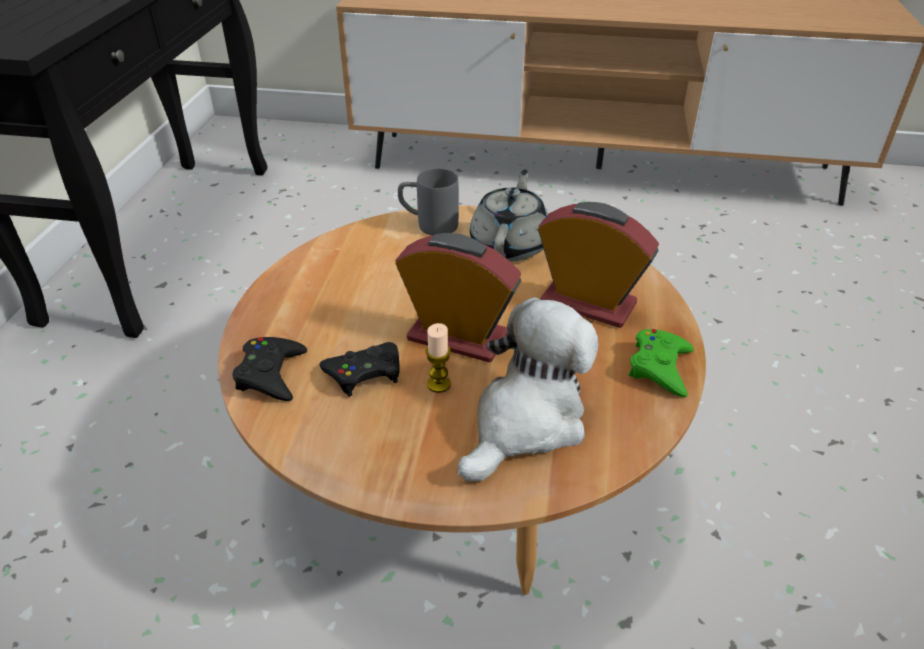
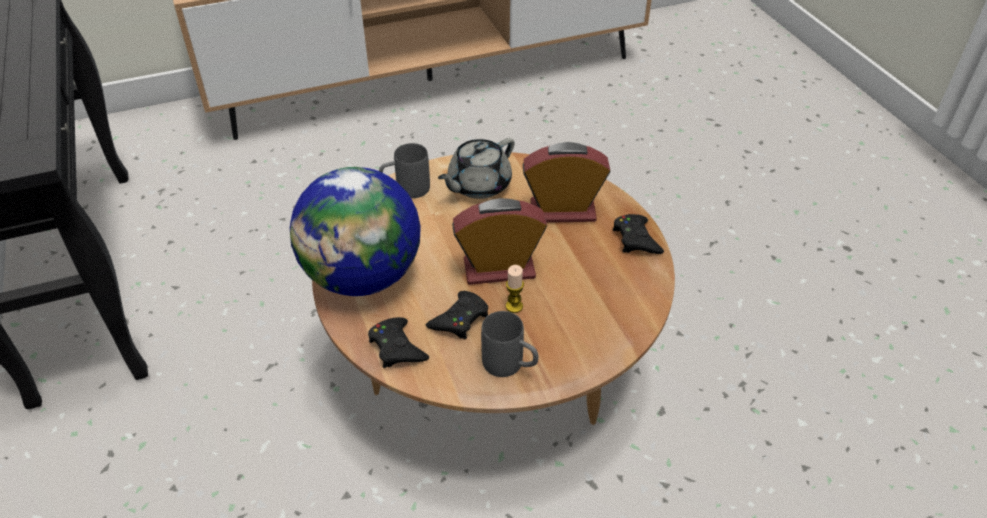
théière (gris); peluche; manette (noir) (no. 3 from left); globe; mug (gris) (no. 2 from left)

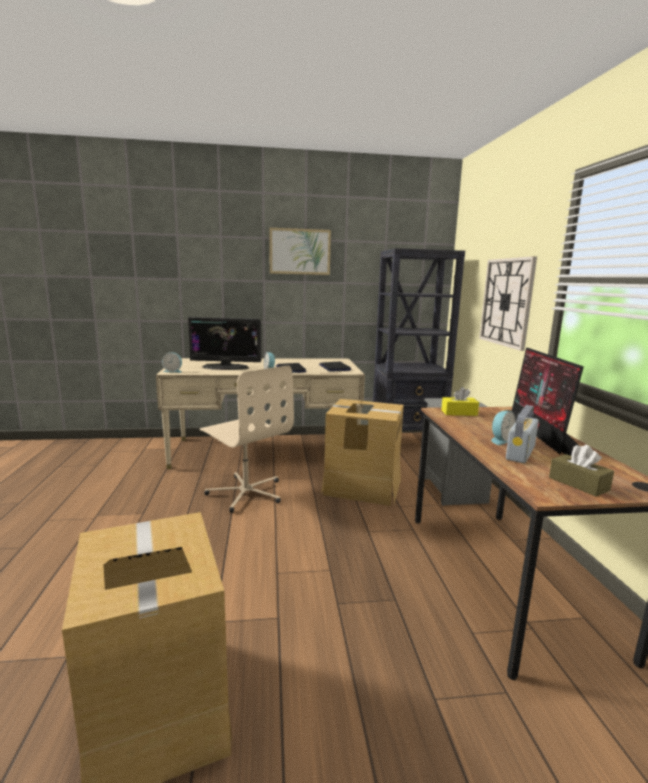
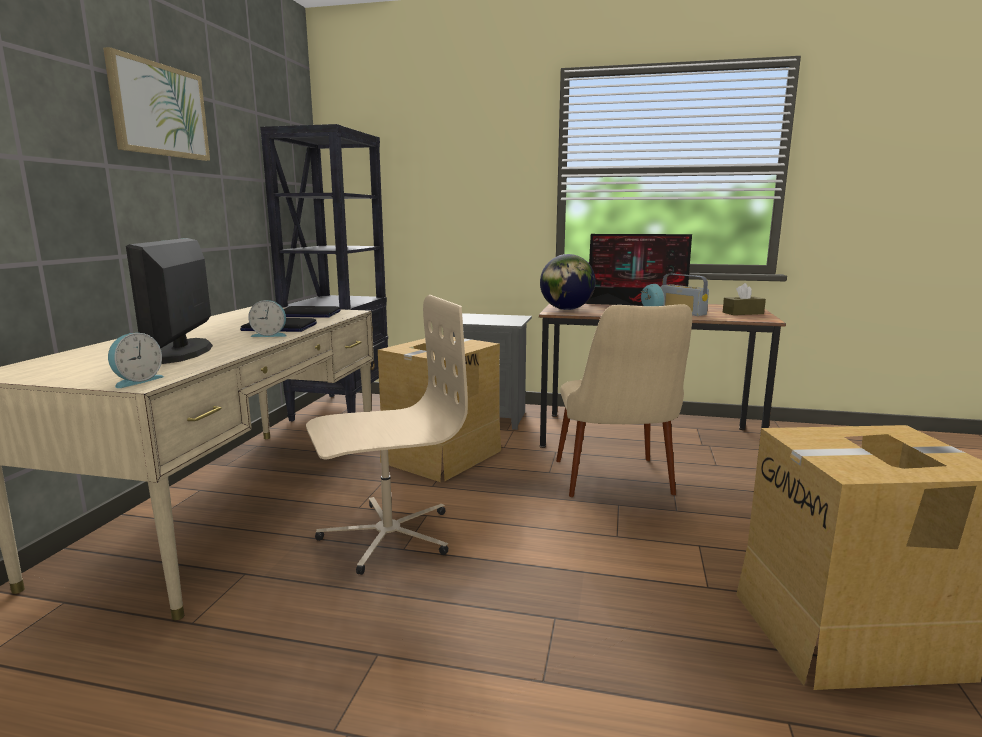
horloge murale; écran d'ordinateur (no. 1 from left); globe; chaise (beige)

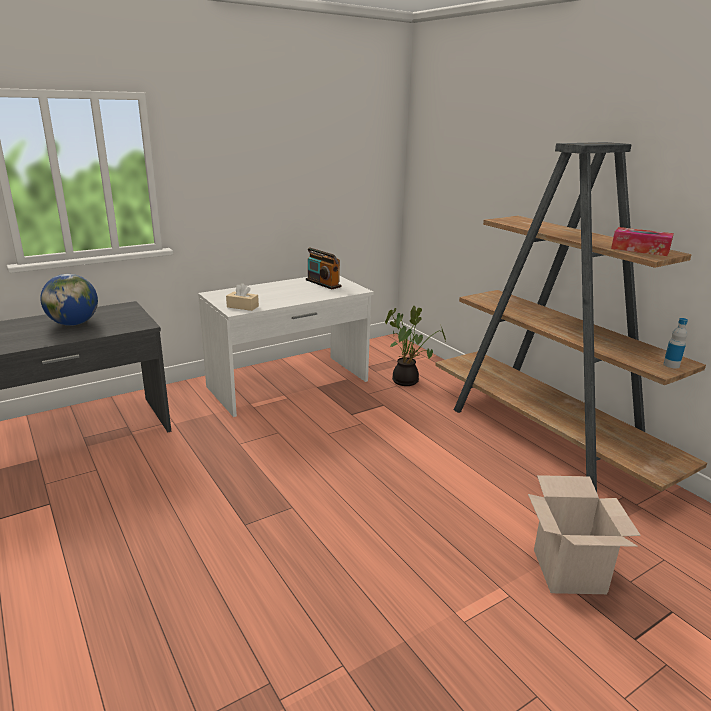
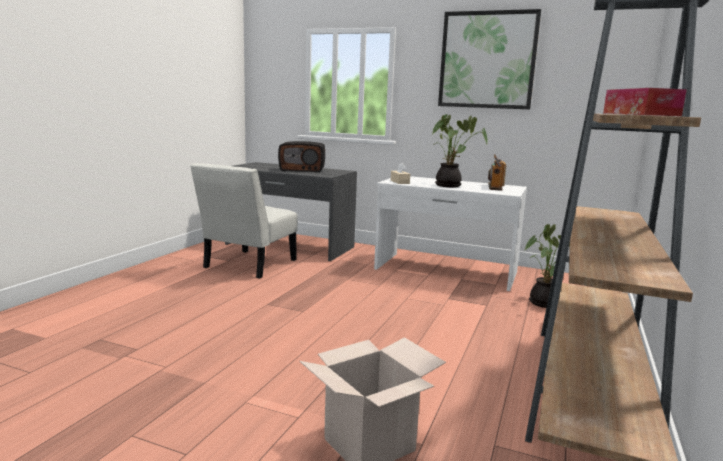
radio (no. 1 from left); bouteille; tableau; plante en pot (no. 1 from left); chaise (blanc)

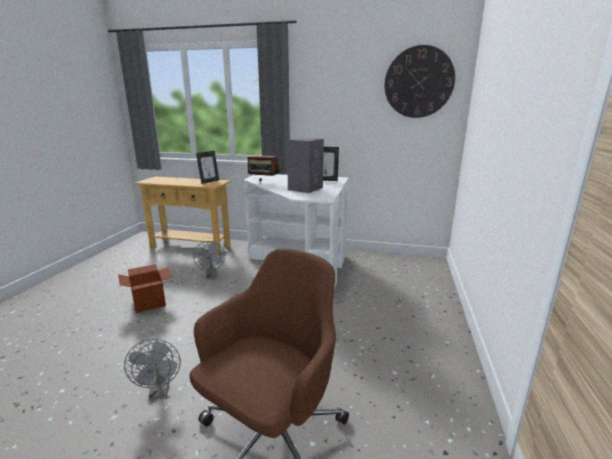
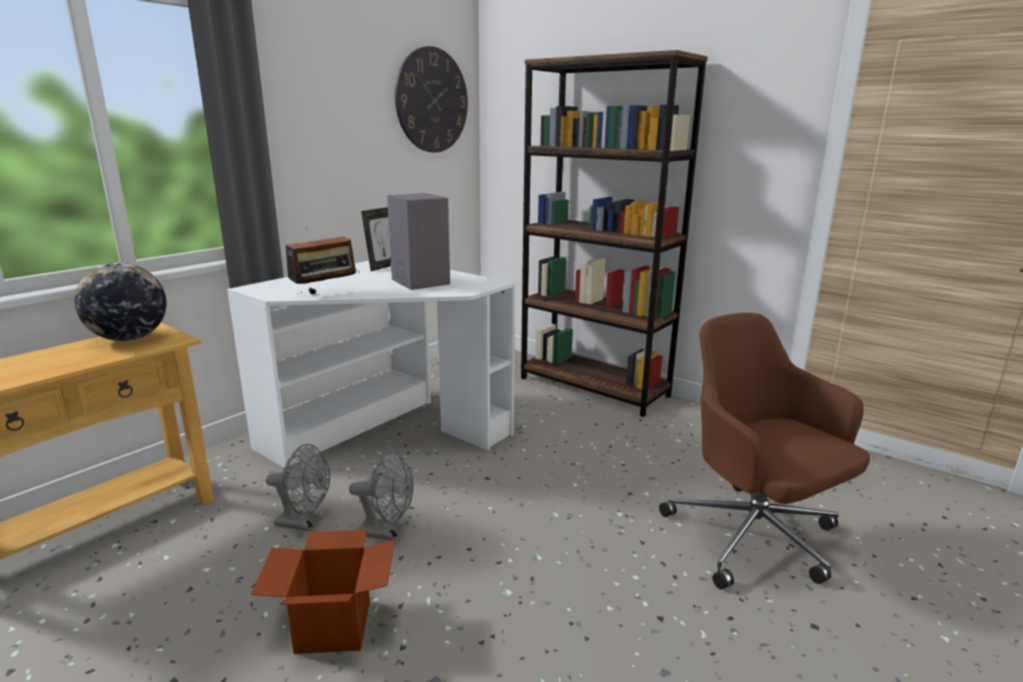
globe; ventilateur (gris) (no. 2 from left); bibliothèque (marron)

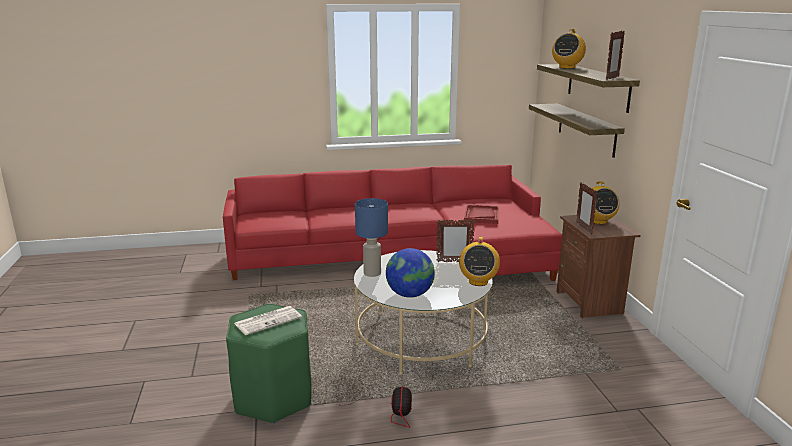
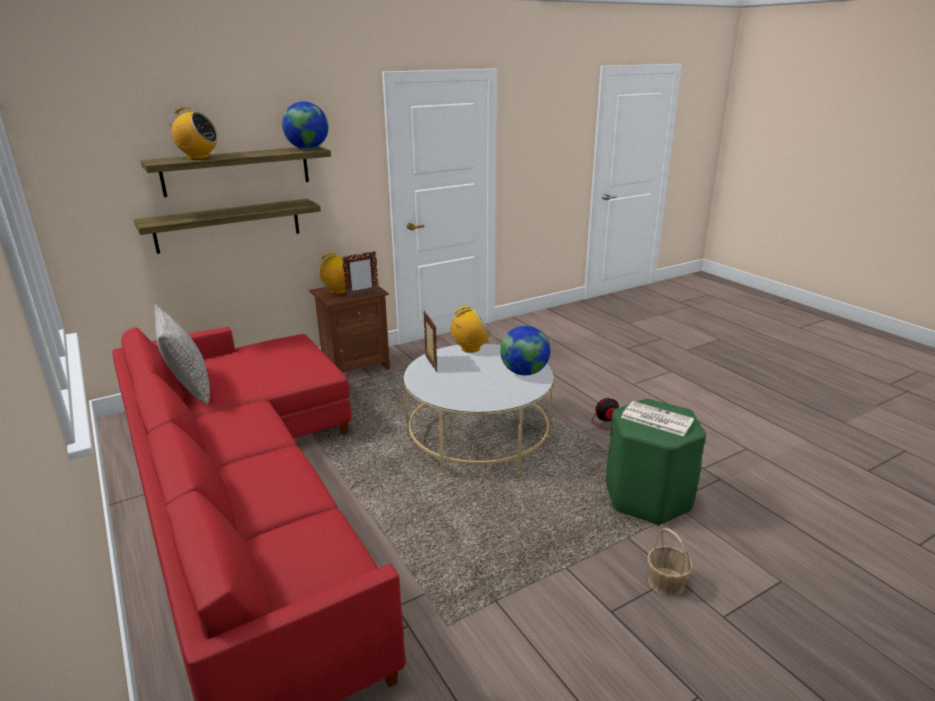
globe (no. 1 from left); lampe de table (bleu); plateau (rouge); coussin (gris); panier

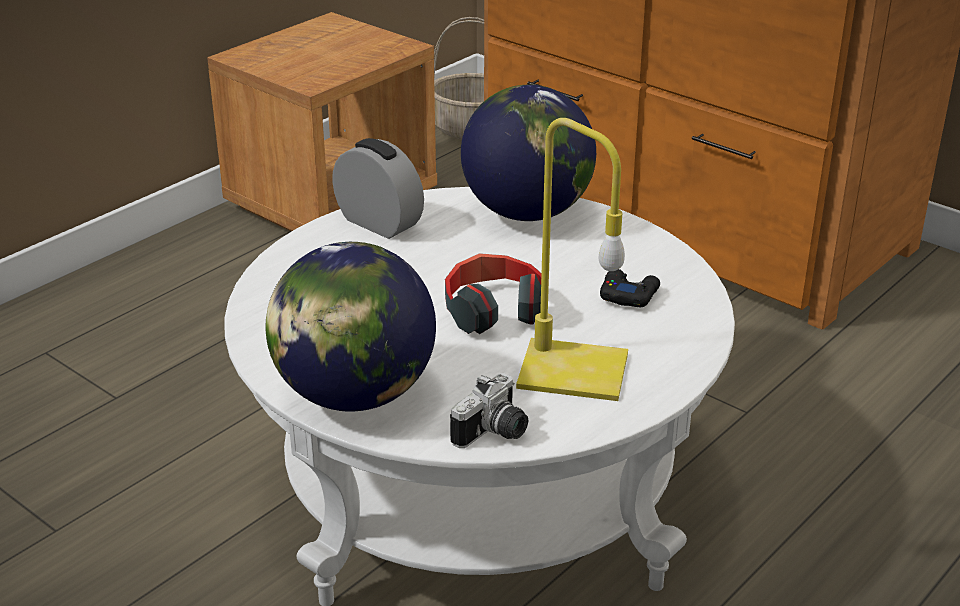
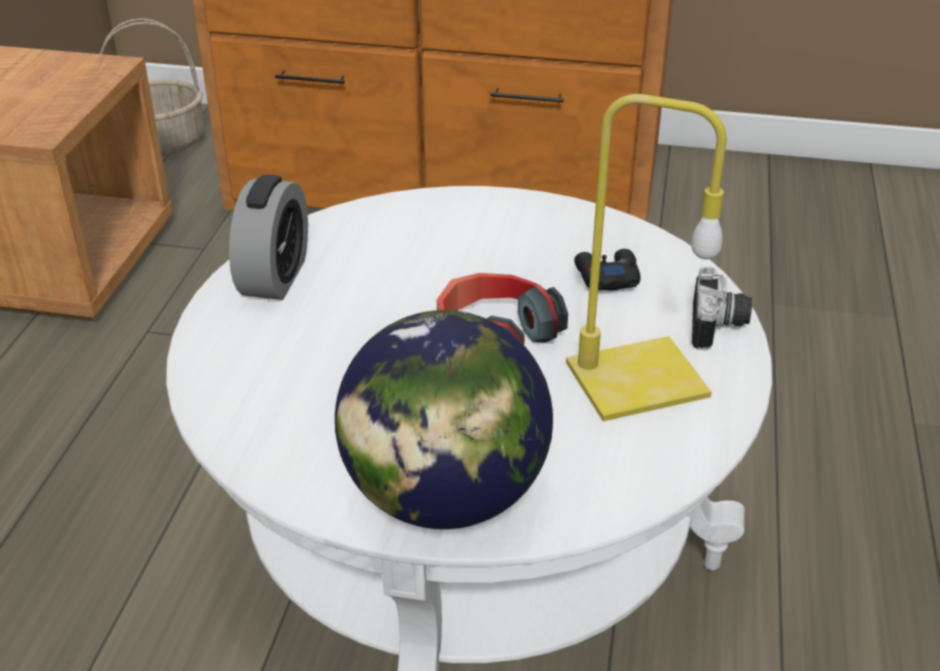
globe (no. 2 from left in the first image); réveil; appareil photo

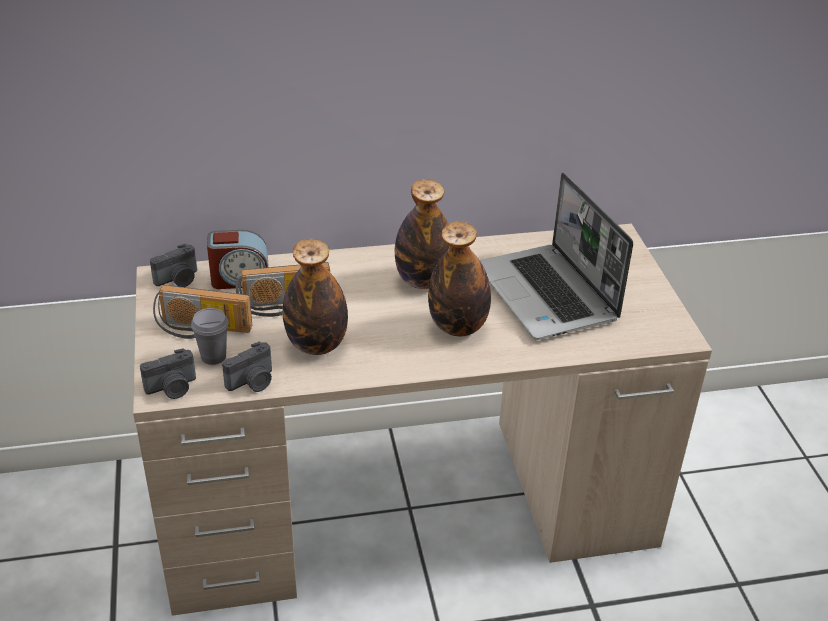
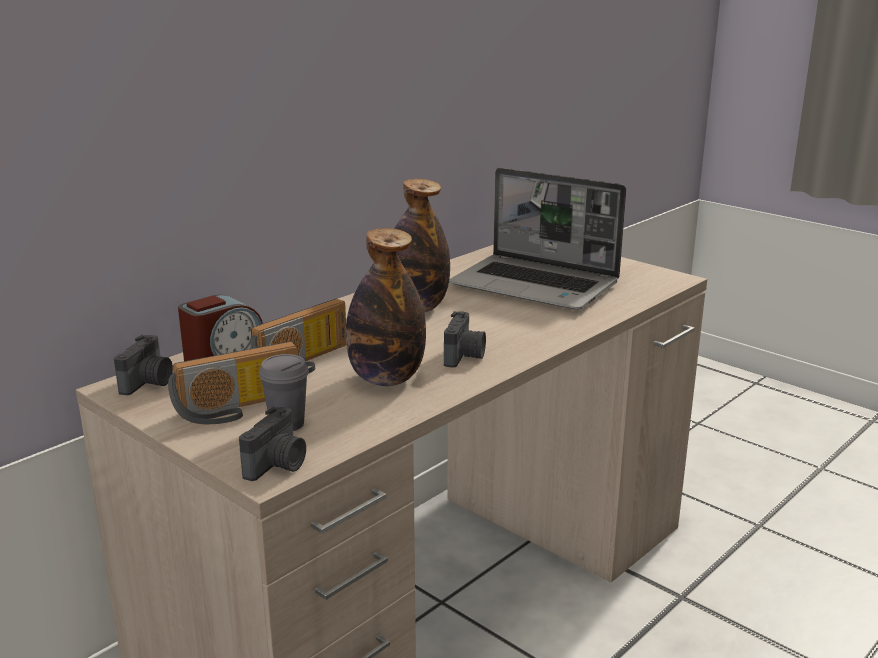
bouteille (no. 3 from left in the first image); appareil photo (no. 3 from left)

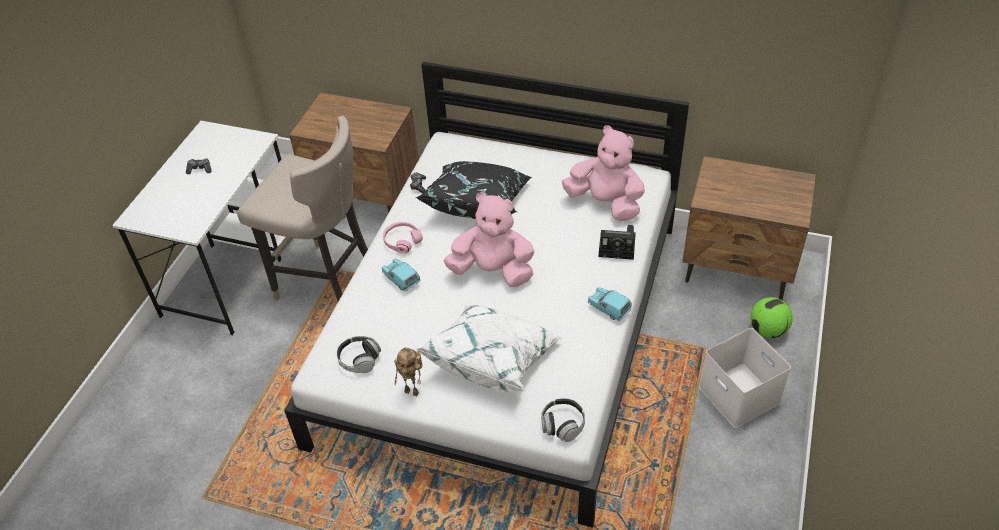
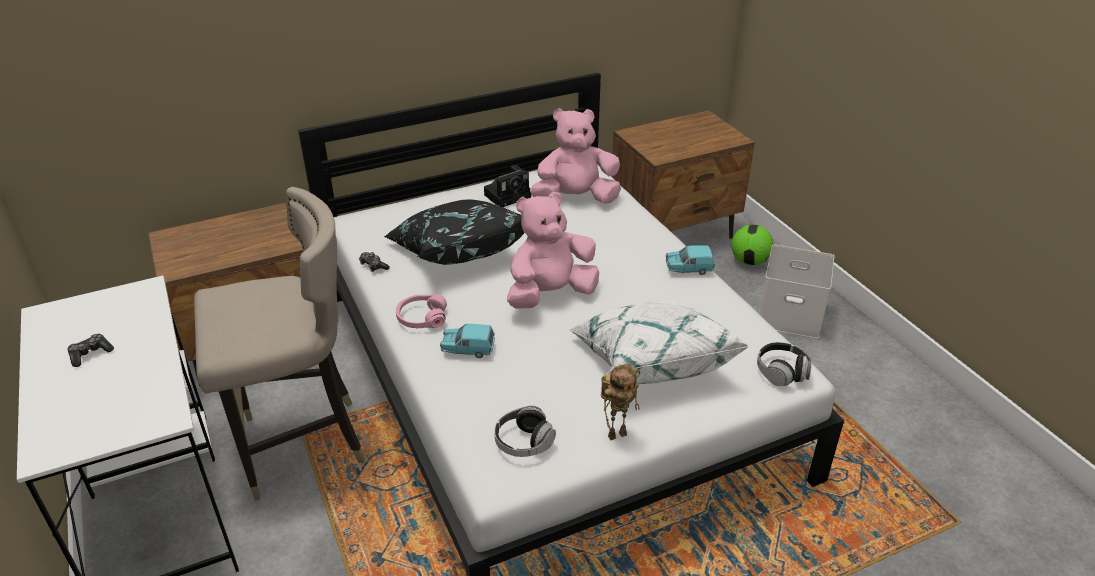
appareil photo

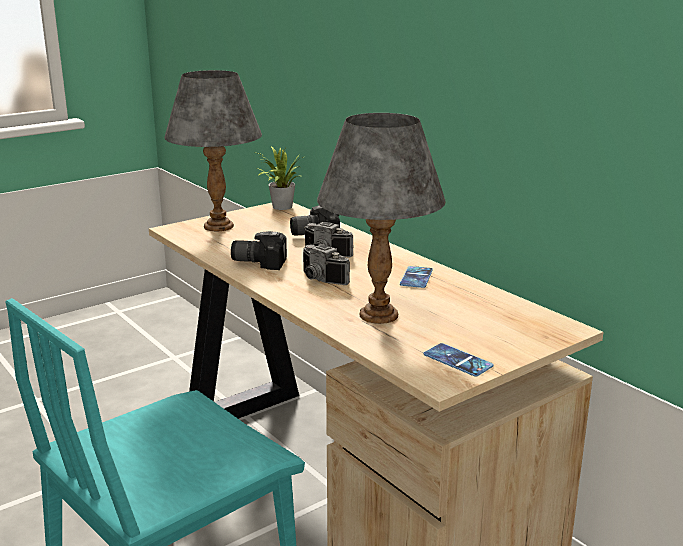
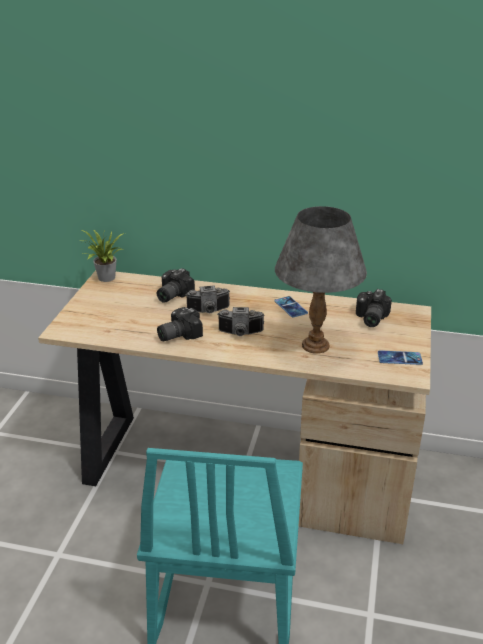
lampe de table (gris) (no. 1 from left in the first image); appareil photo (no. 5 from left)

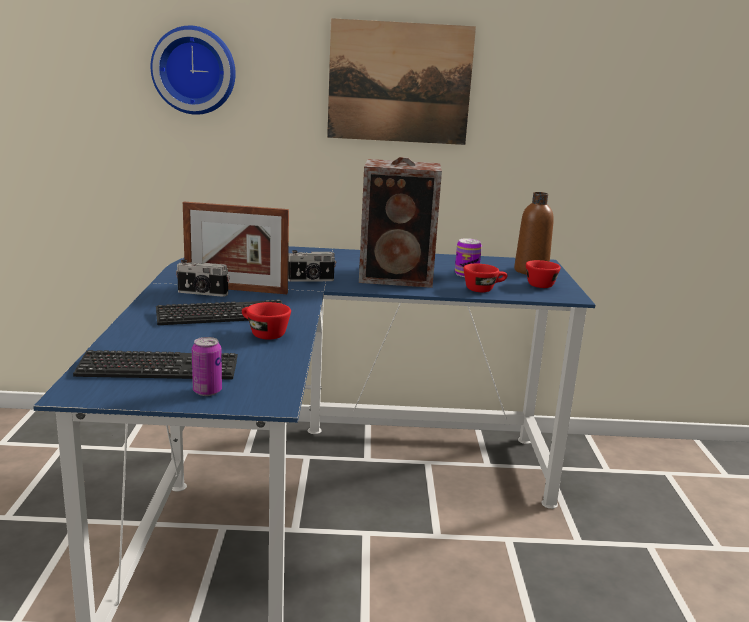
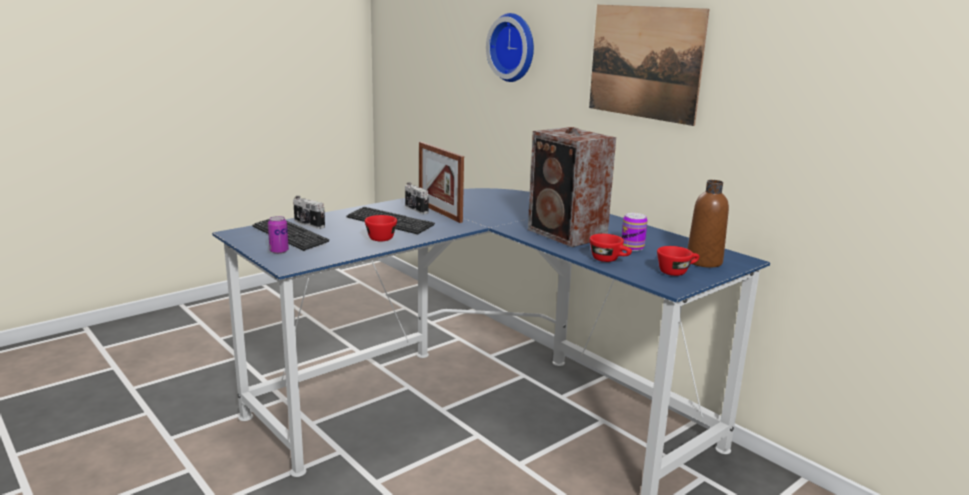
appareil photo (no. 1 from left)

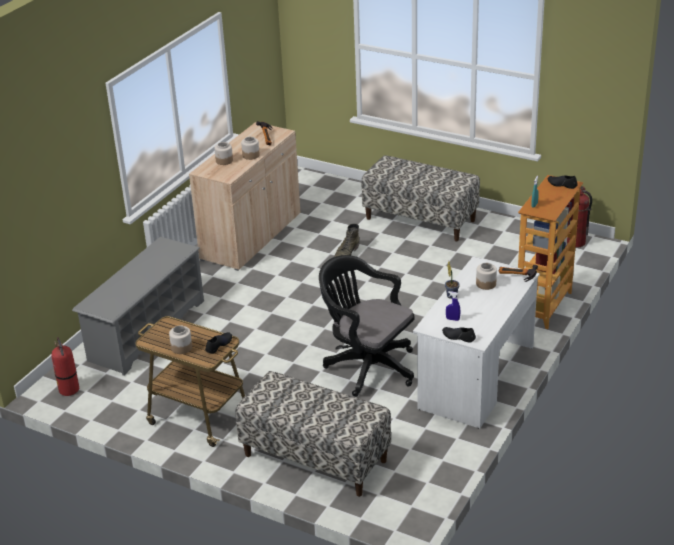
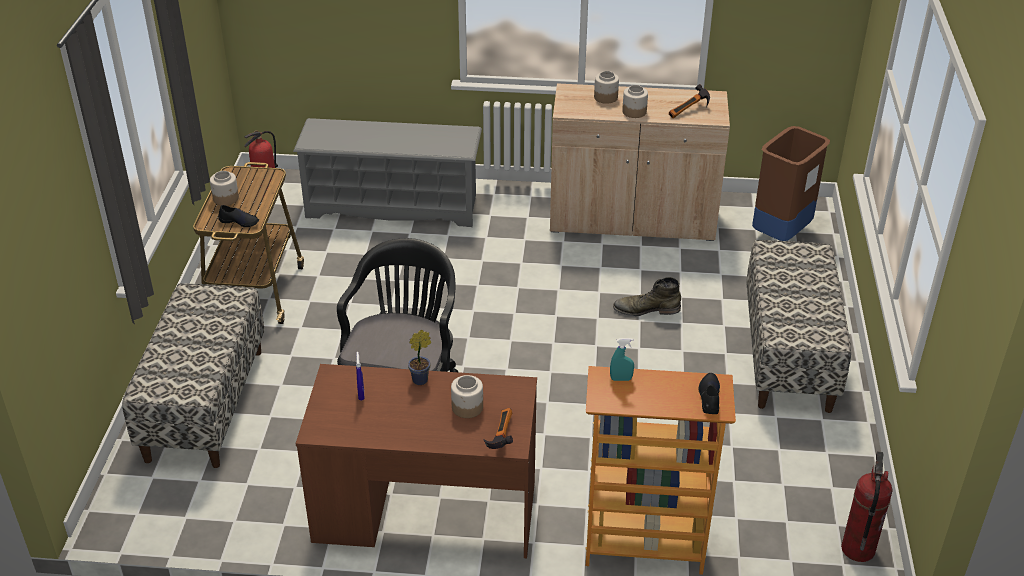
bureau (marron); chaussure (noir) (no. 2 from left in the first image); poubelle (marron)

